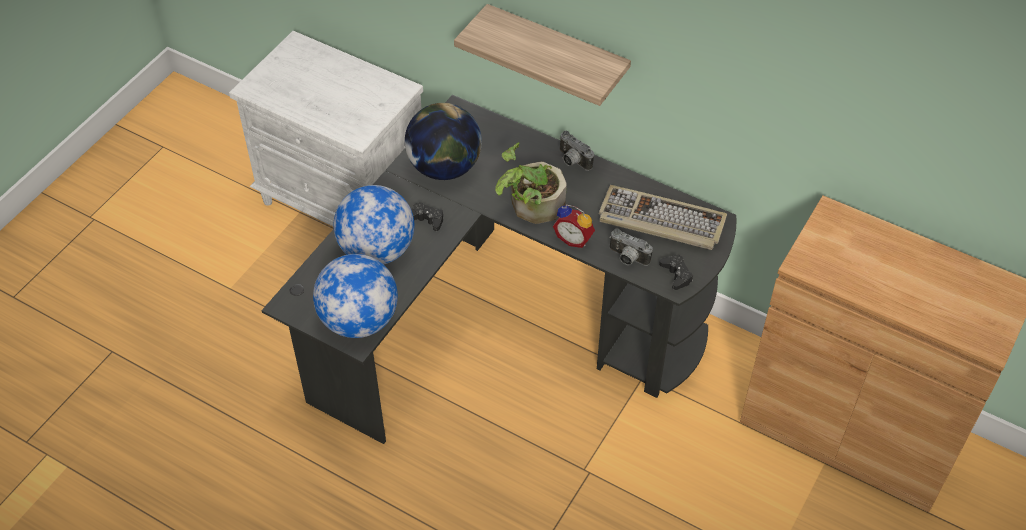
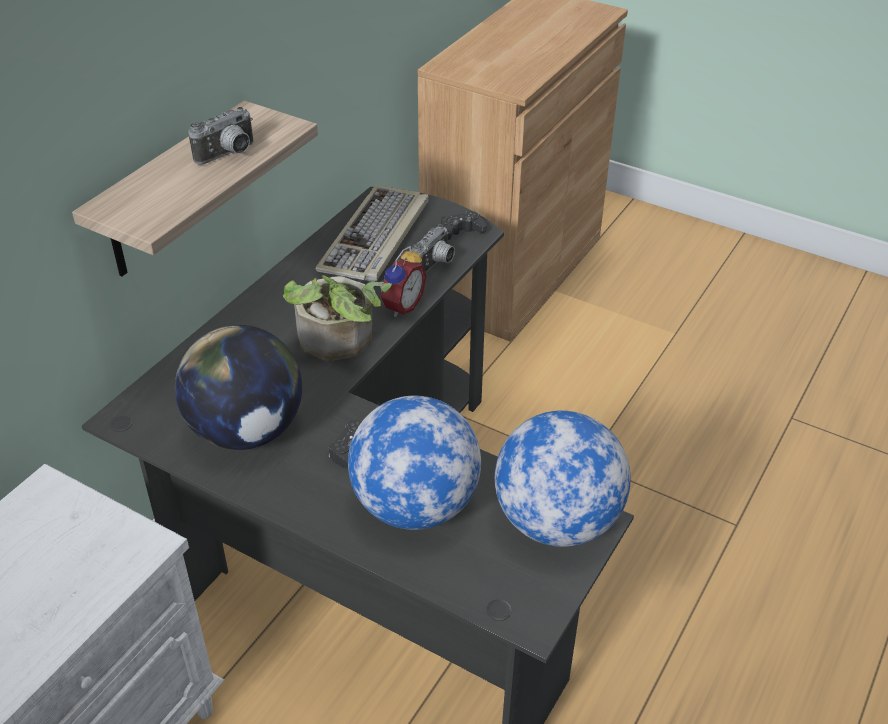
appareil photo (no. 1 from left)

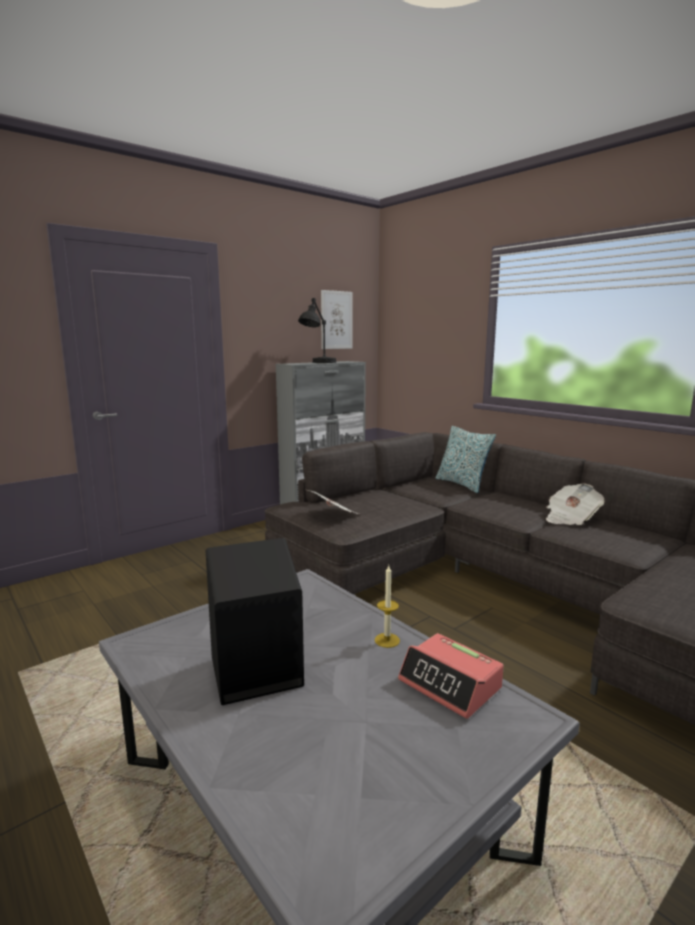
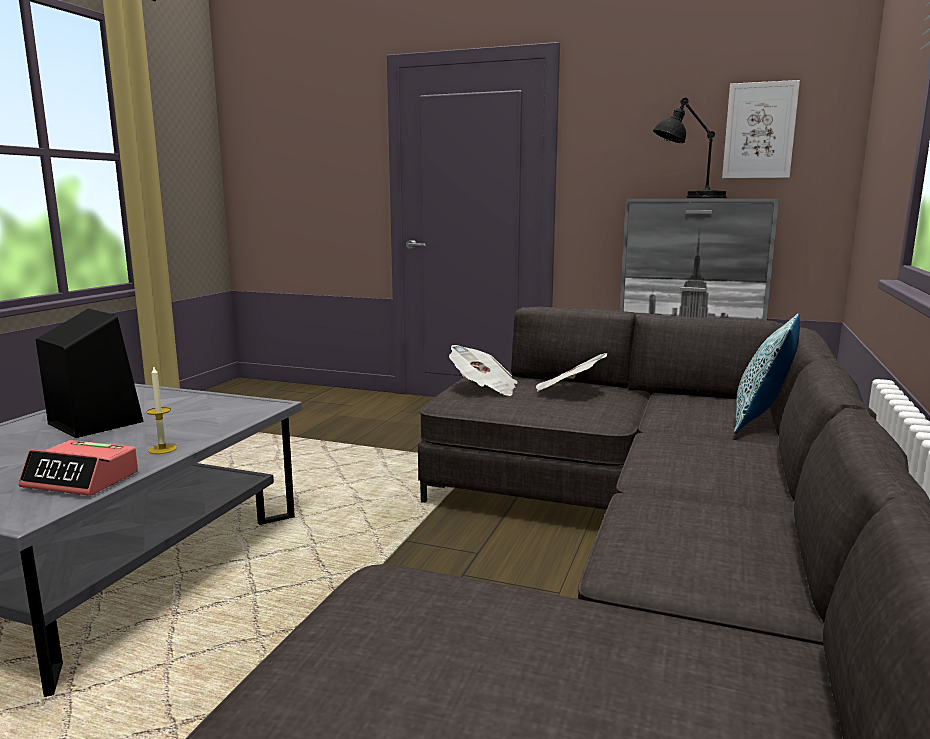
journal (no. 2 from left); réveil

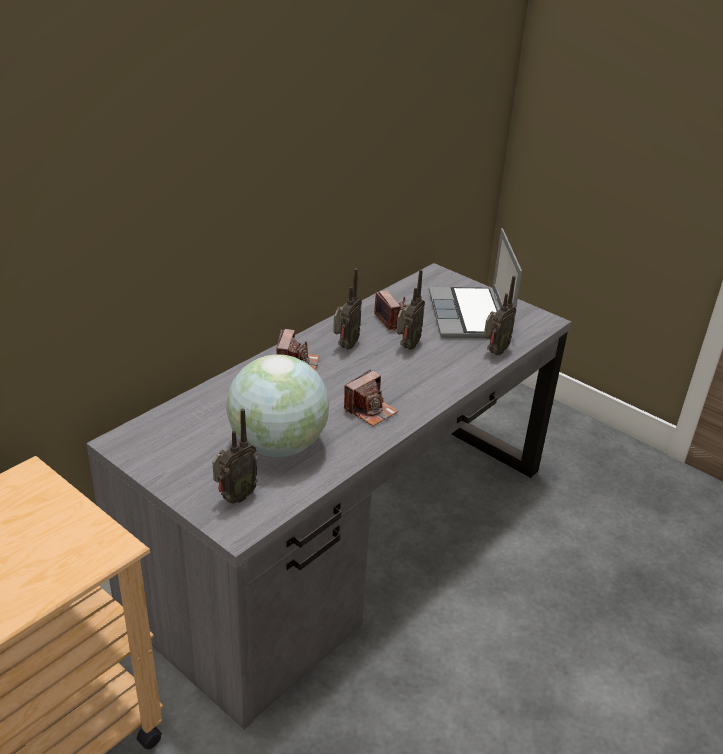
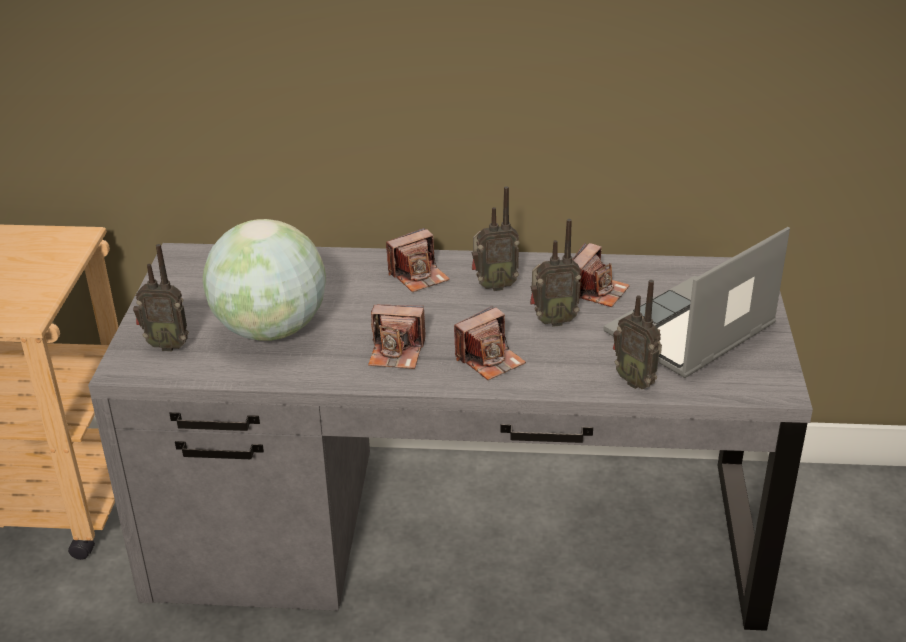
radio (no. 4 from left); appareil photo (no. 3 from left)

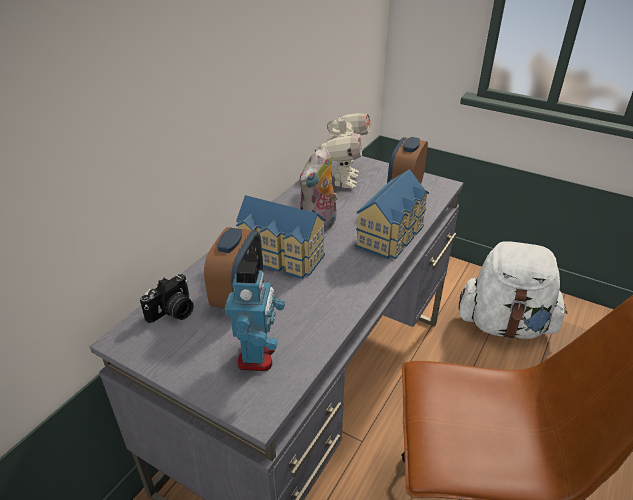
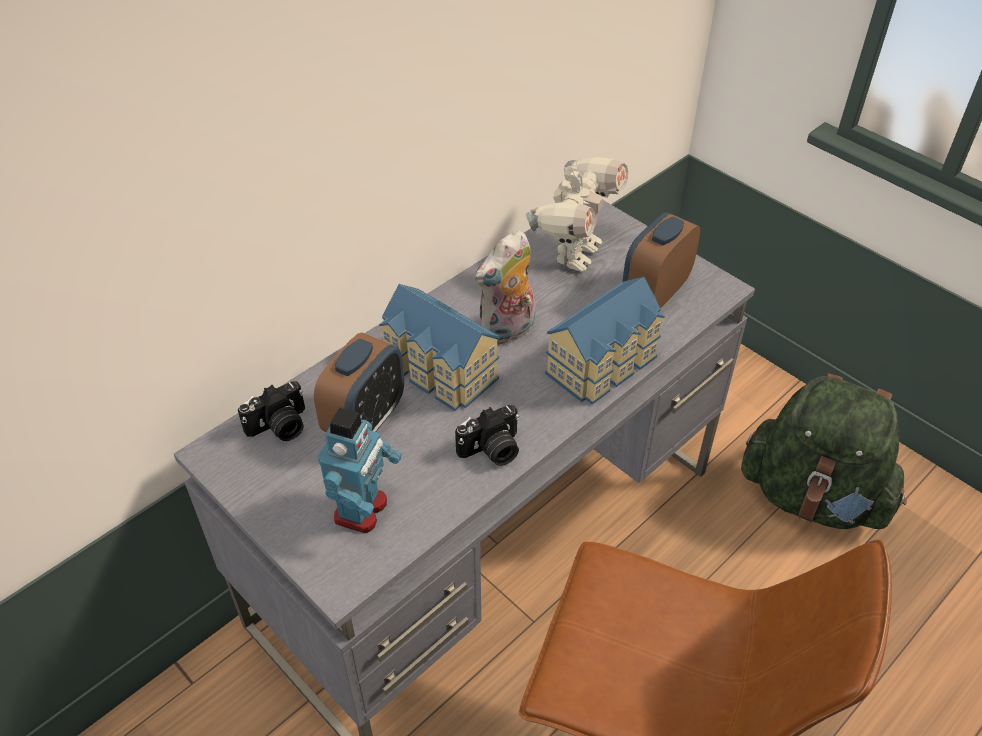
sac à dos (vert); appareil photo (no. 2 from left)

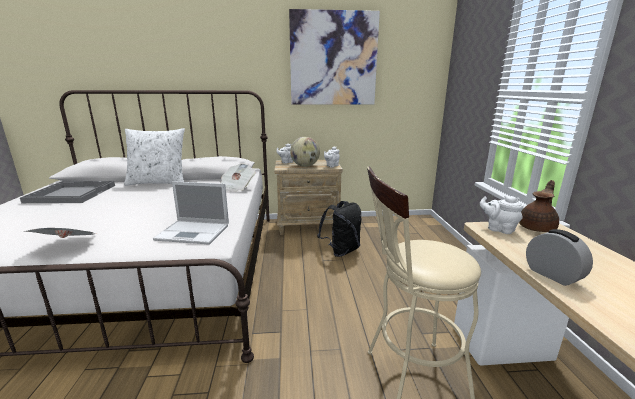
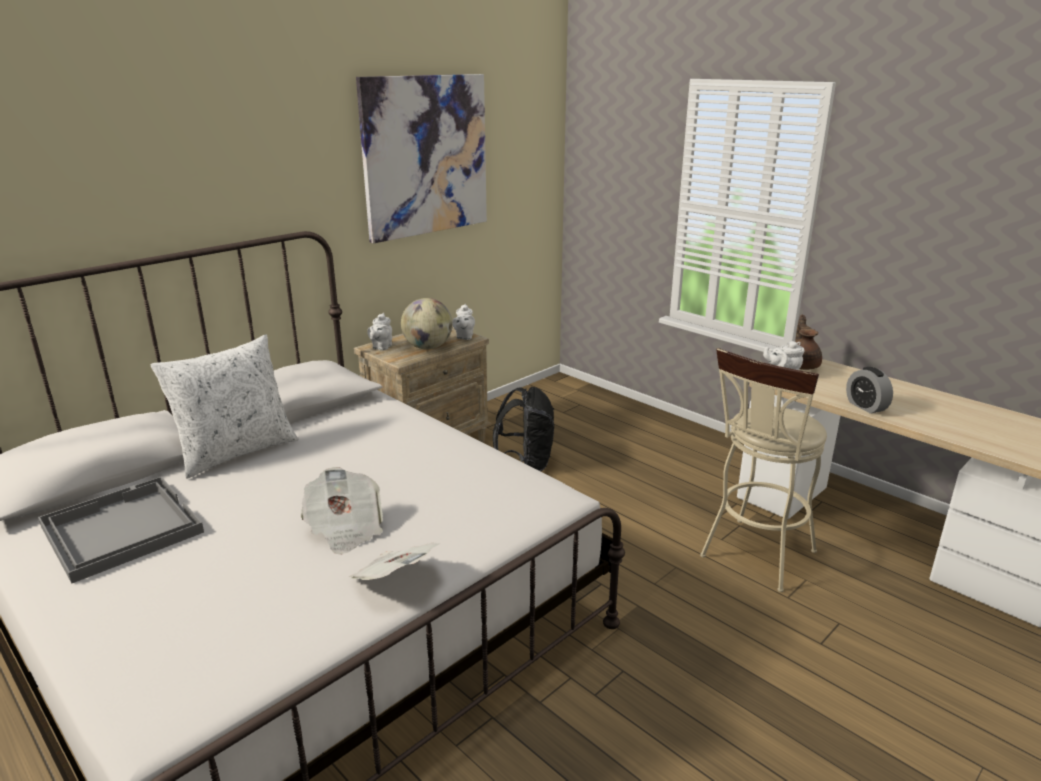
journal (no. 1 from left); ordinateur portable; réveil

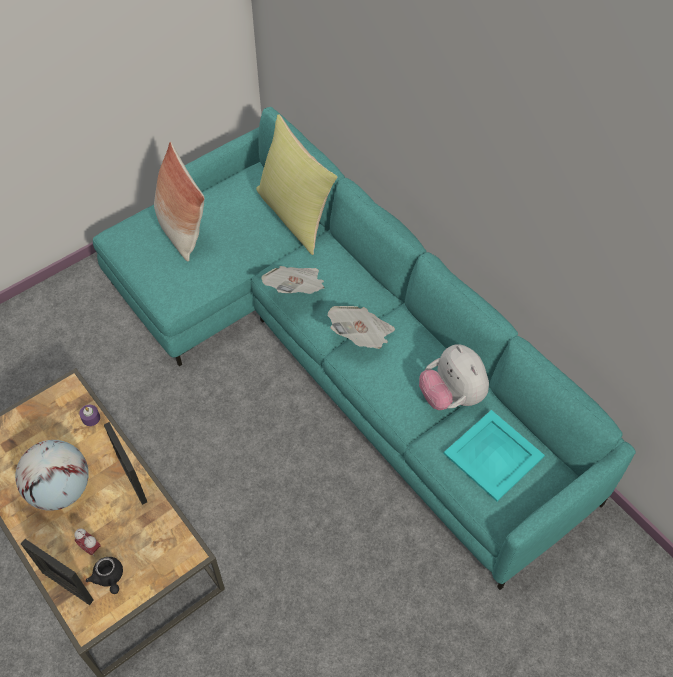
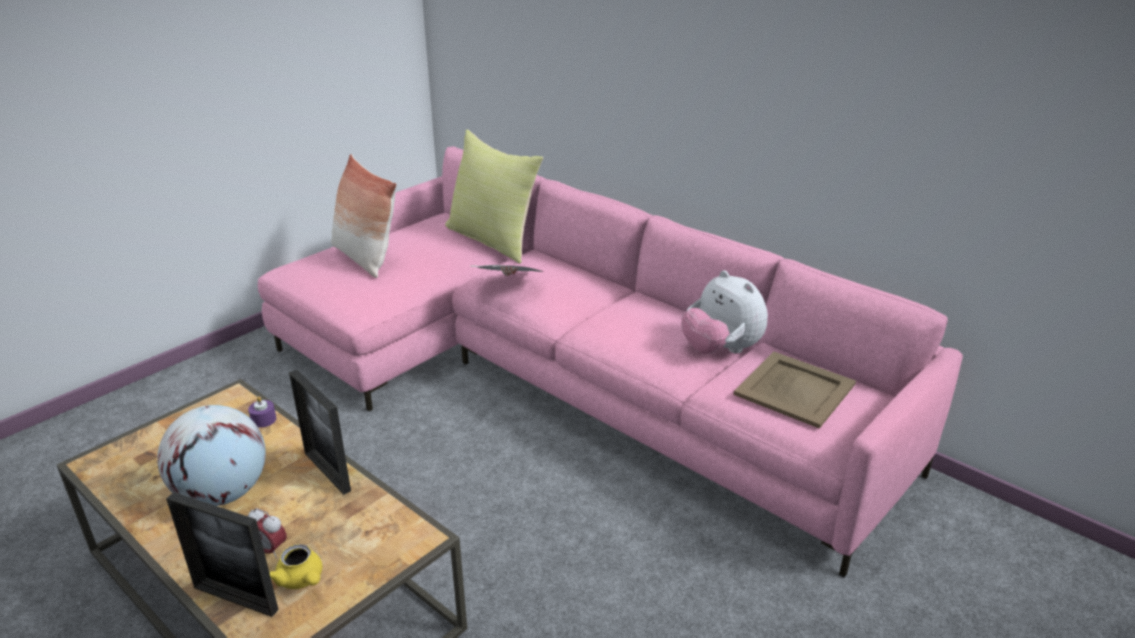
canapé (rose); journal (no. 2 from left in the first image); plateau (beige); théière (jaune)

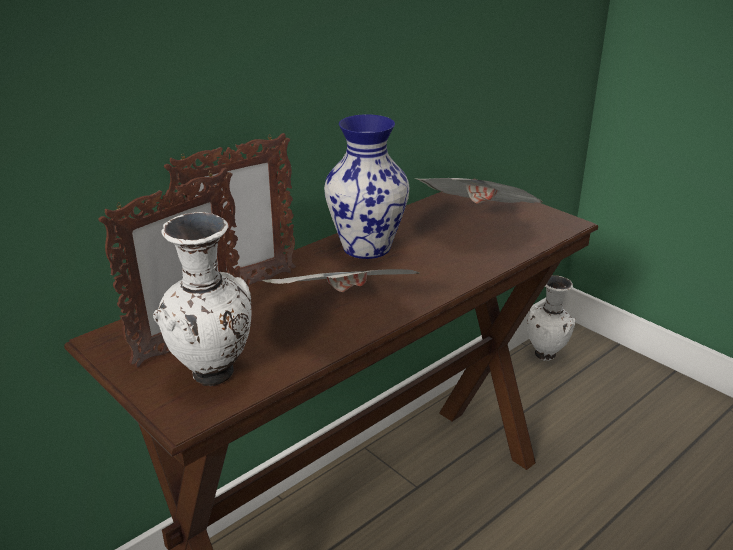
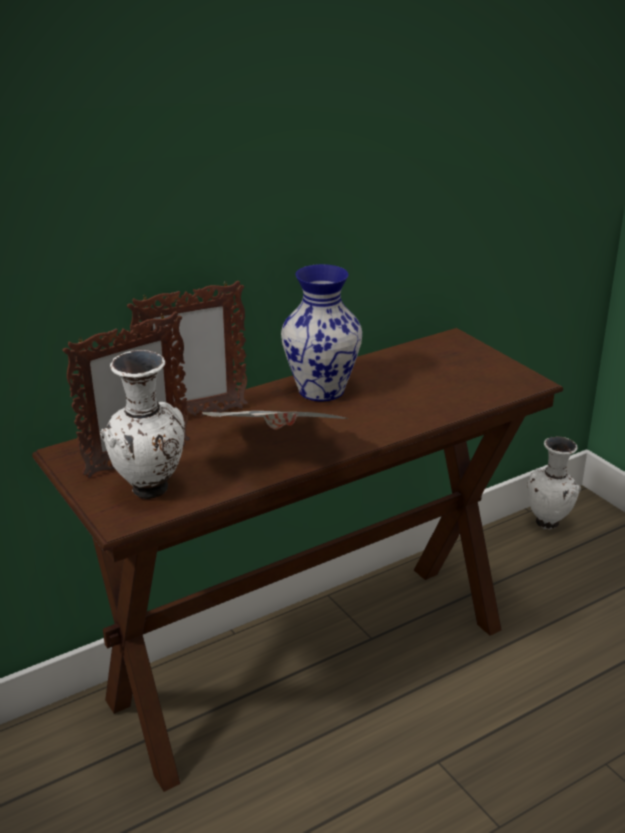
journal (no. 2 from left in the first image)

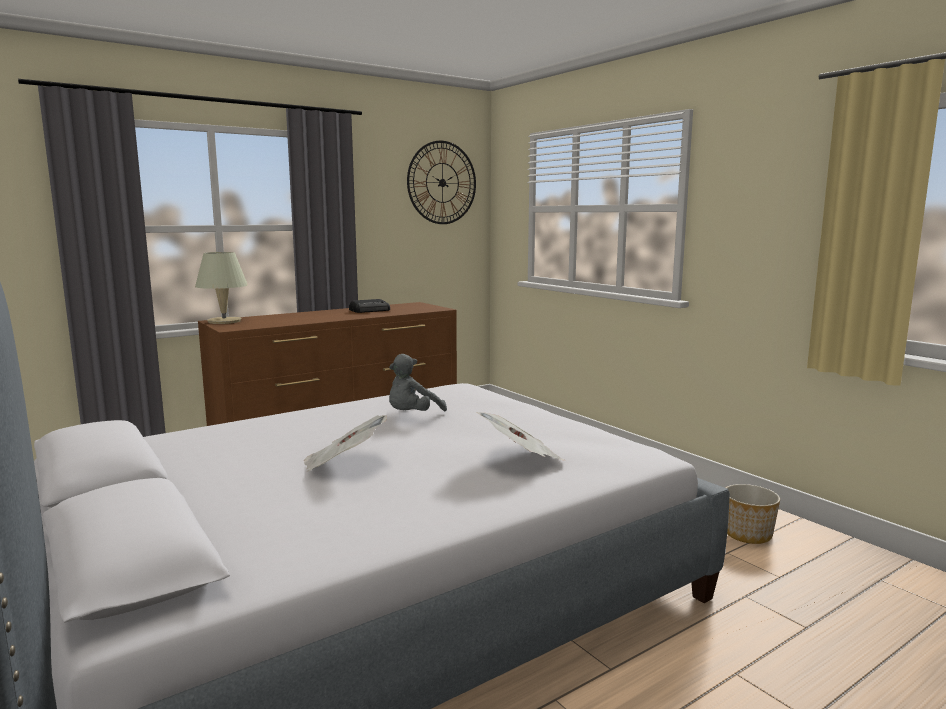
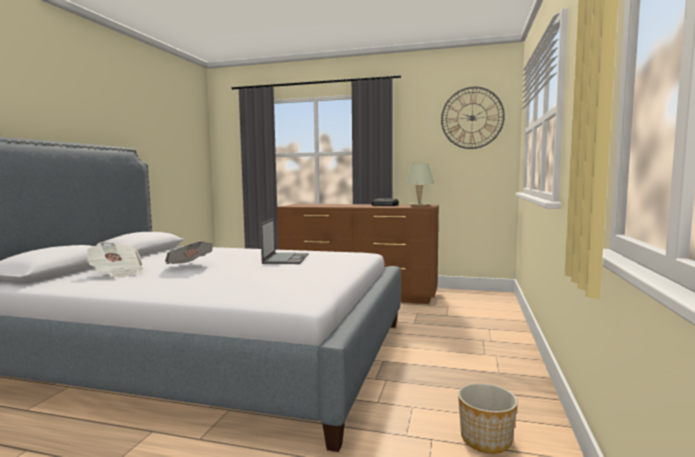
lampe de table (beige); ordinateur portable; journal (no. 1 from left)

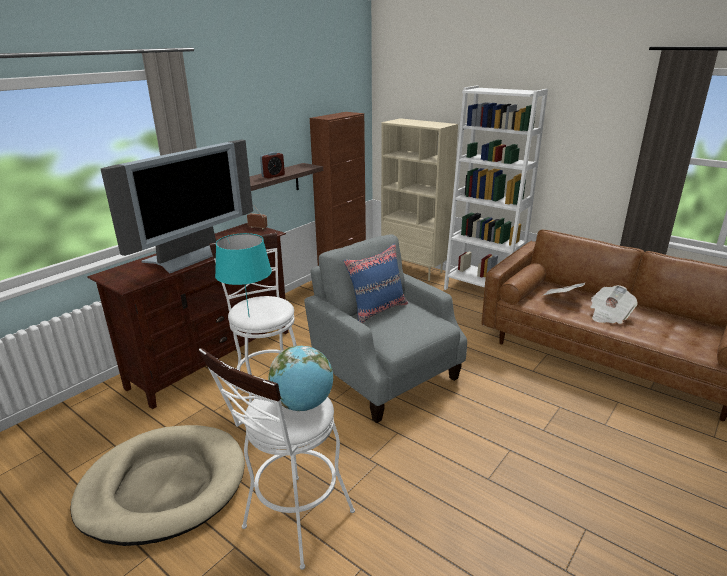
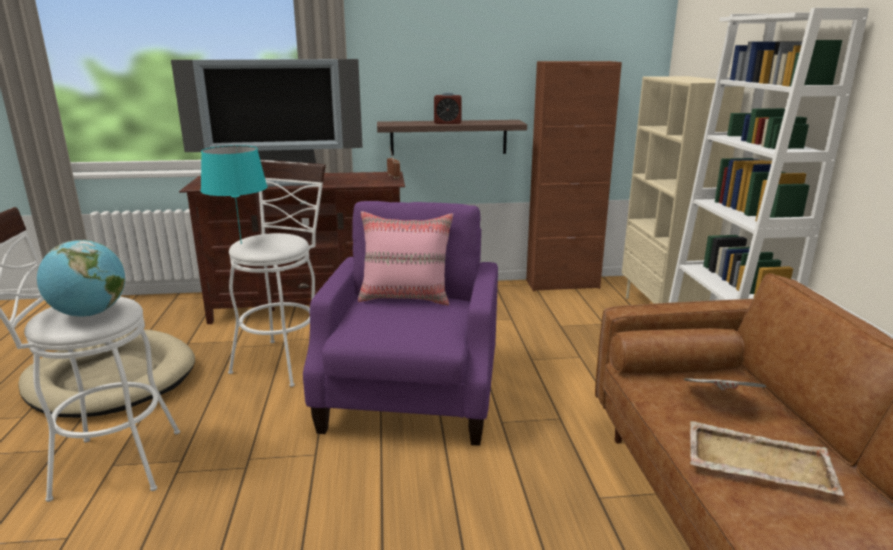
fauteuil (violet); coussin (rose); plateau (beige)

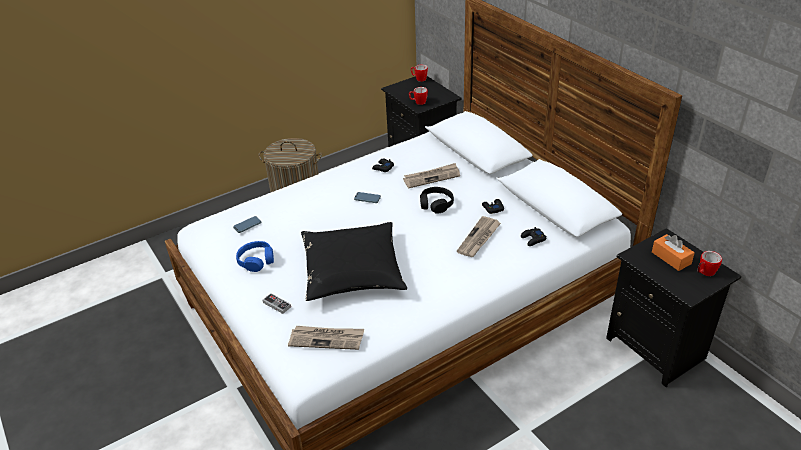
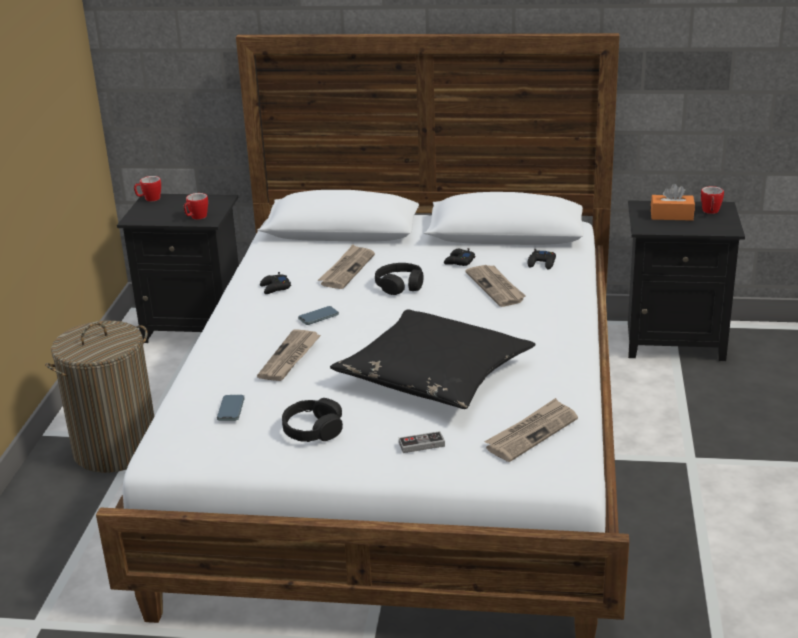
casque audio (noir) (no. 1 from left); journal (no. 1 from left)

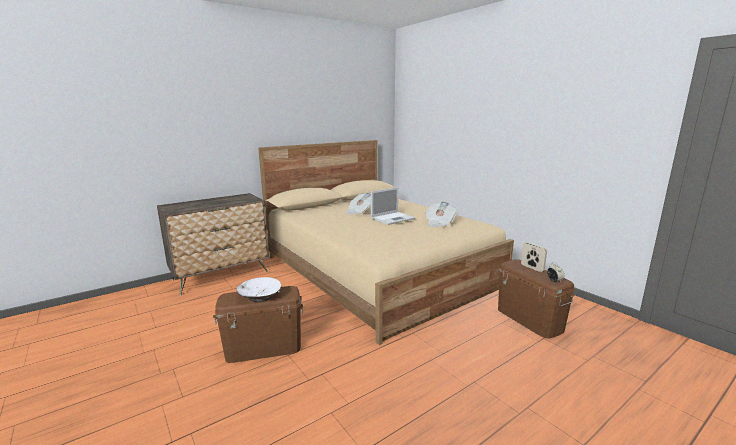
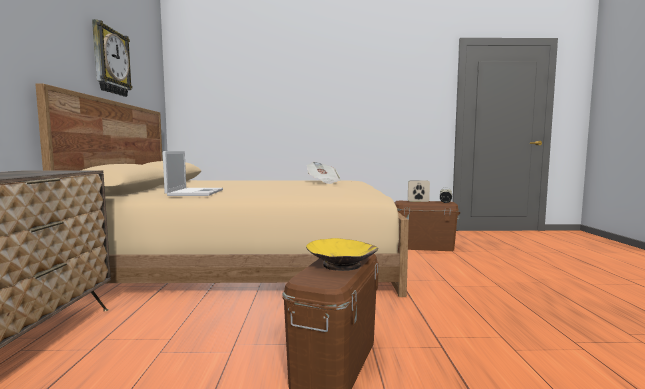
ordinateur portable; journal (no. 1 from left in the first image); bol (jaune); horloge murale

